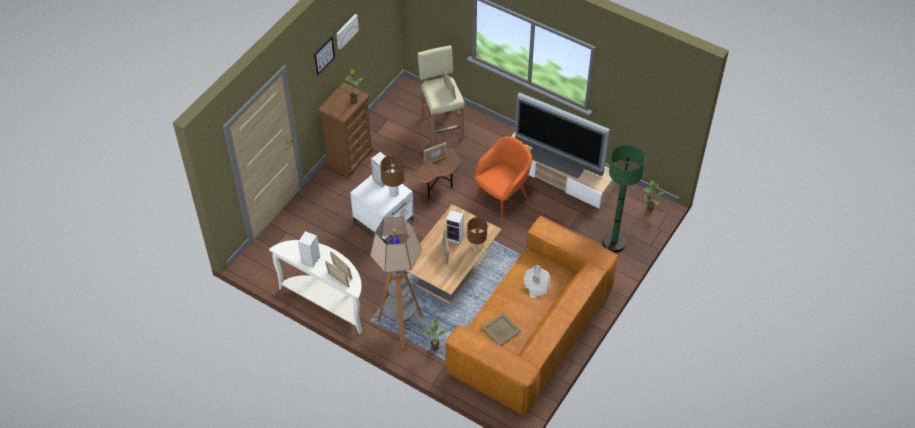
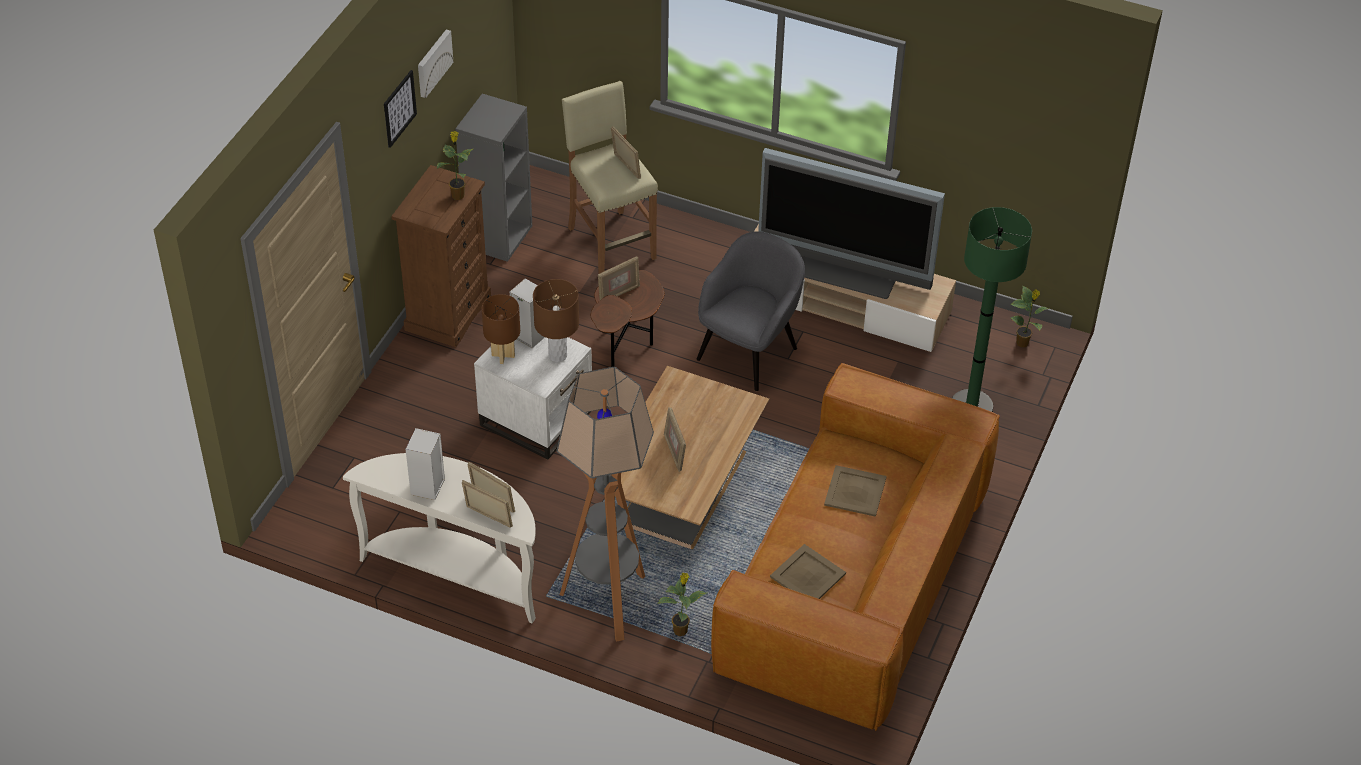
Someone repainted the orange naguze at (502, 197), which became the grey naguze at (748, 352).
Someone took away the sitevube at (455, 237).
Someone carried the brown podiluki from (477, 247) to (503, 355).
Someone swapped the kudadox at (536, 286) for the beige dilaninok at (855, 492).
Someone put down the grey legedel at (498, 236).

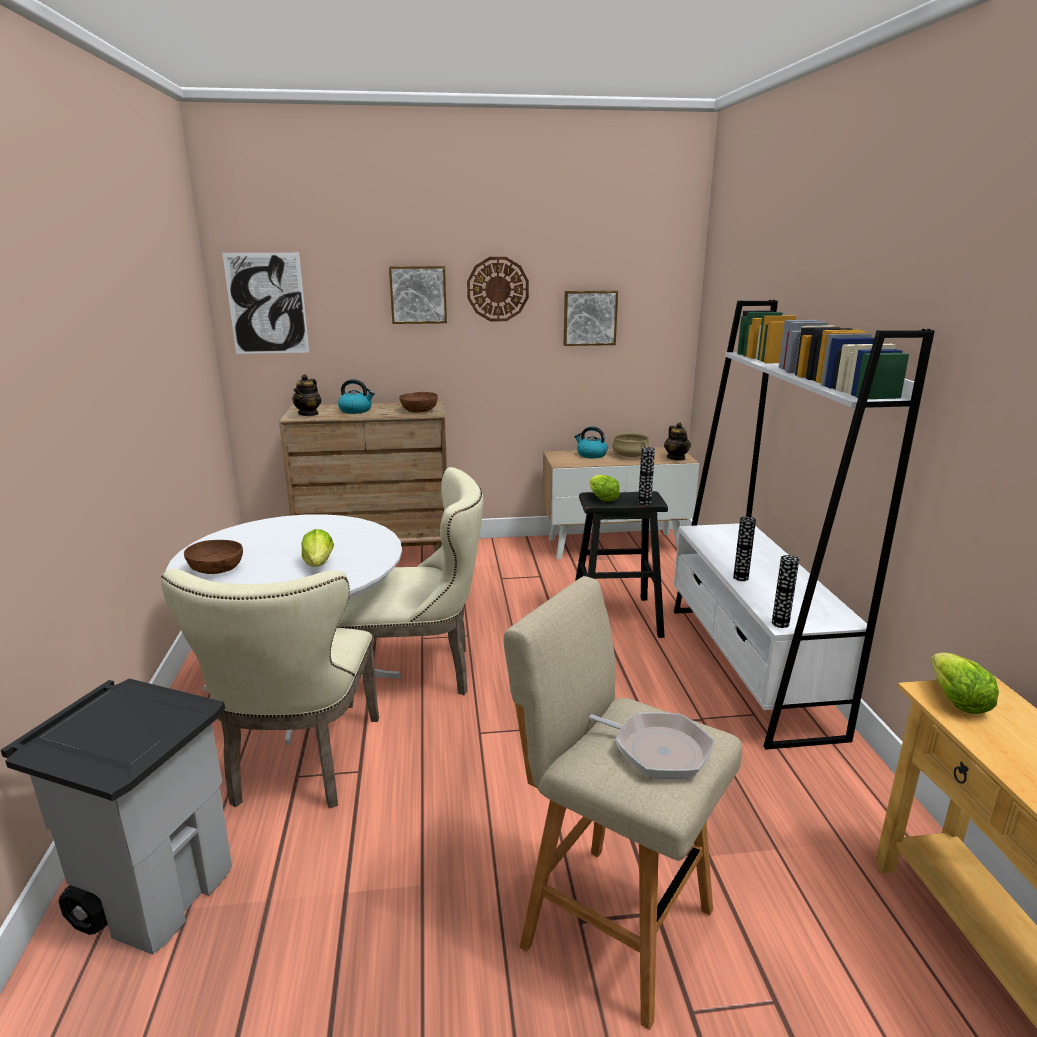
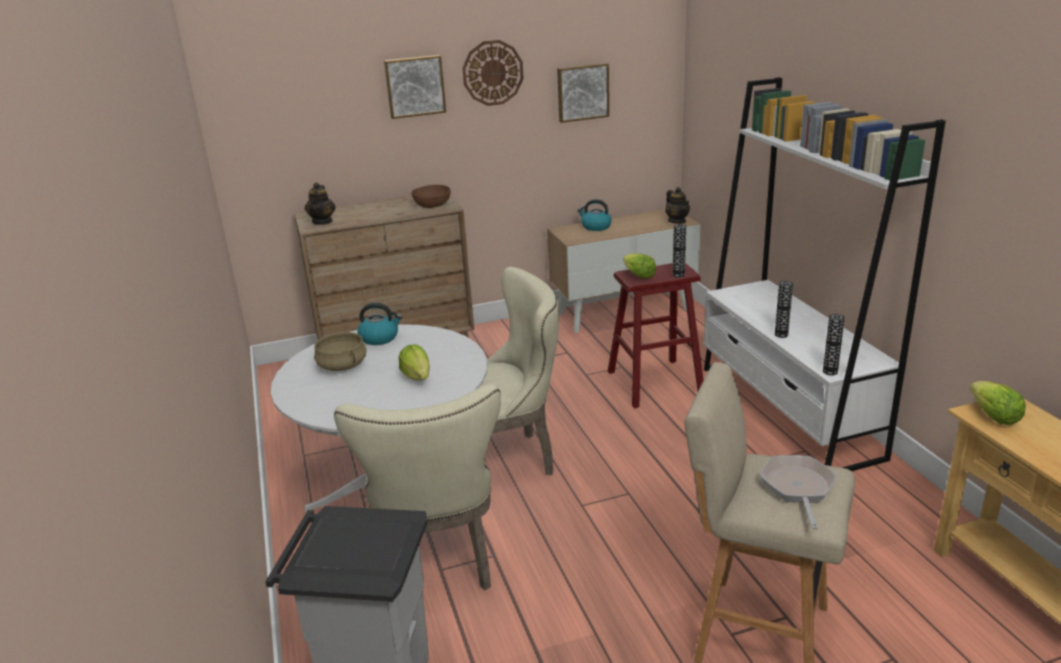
Someone took away the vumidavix at (267, 304).
Someone carried the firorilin from (356, 410) to (380, 338).
Someone carried the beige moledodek from (630, 455) to (343, 365).
Someone repainted the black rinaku at (616, 617), which became the red rinaku at (655, 383).
Someone took away the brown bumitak at (216, 569).
Someone rotated the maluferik at (655, 749) by 105 degrees counterclockwise.

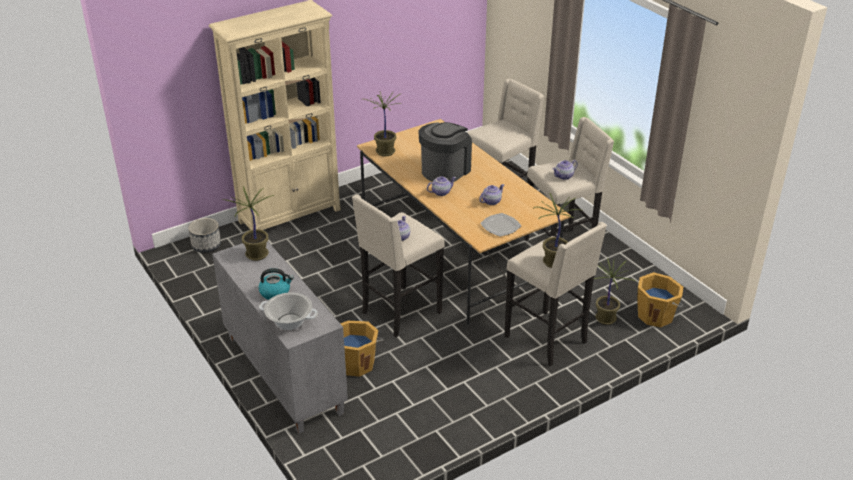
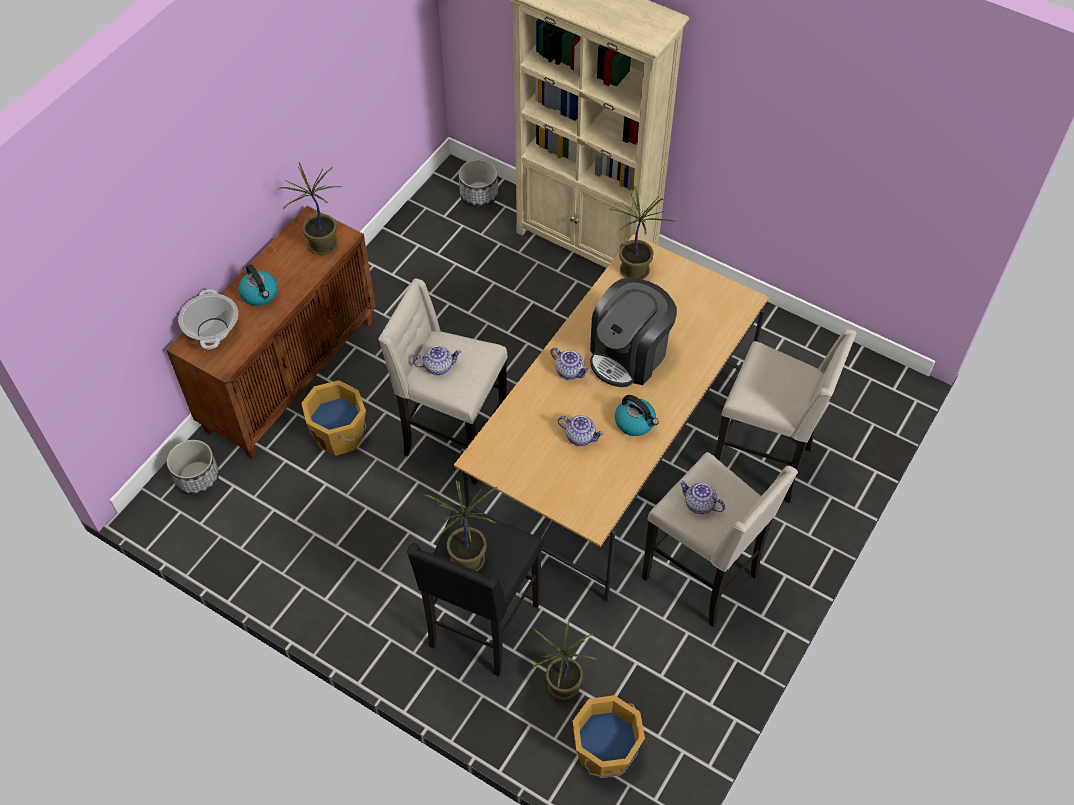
Someone rotated the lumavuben at (445, 170) by 120 degrees clockwise.
Someone took away the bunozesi at (500, 226).
Someone repainted the beige rinaku at (548, 340), which became the black rinaku at (482, 627).
Someone repainted the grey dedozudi at (283, 374), which became the brown dedozudi at (290, 374).
Someone put down the firorilin at (635, 422).
Someone put down the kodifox at (197, 477).

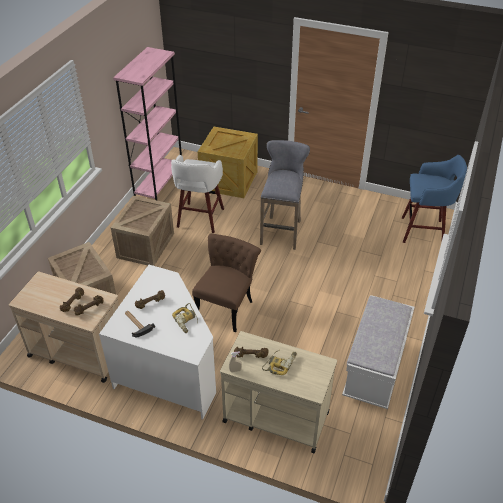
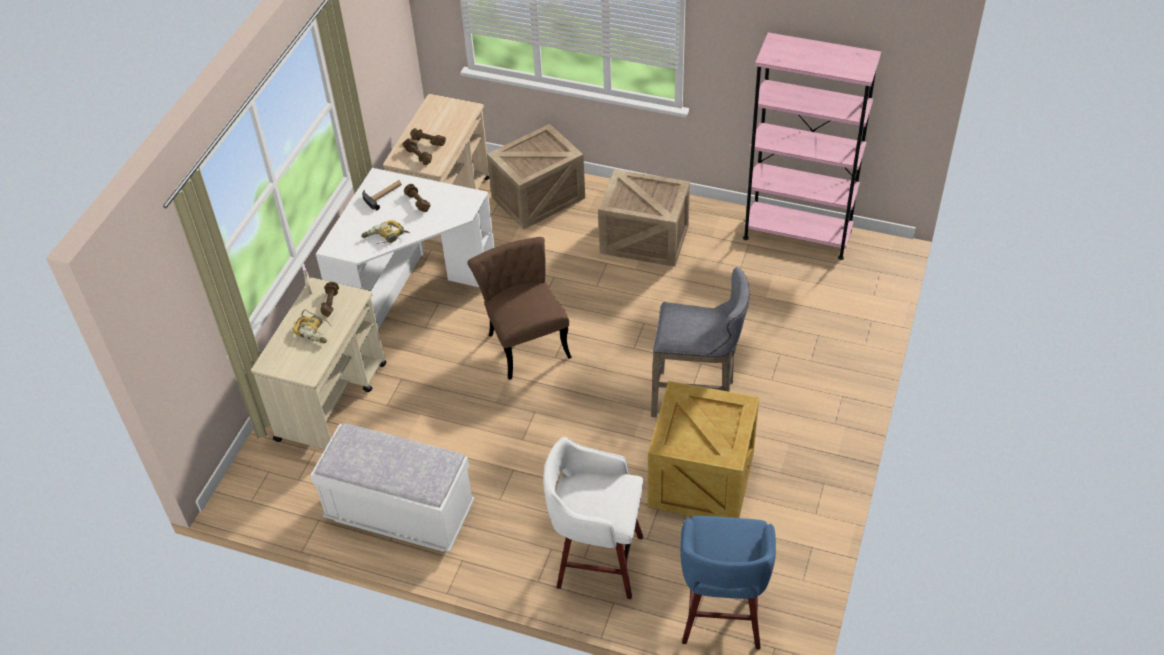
Someone carried the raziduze from (230, 180) to (702, 481).
Someone carried the white rinaku from (200, 219) to (596, 561).
Someone rotated the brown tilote at (227, 305) by 135 degrees counterclockwise.

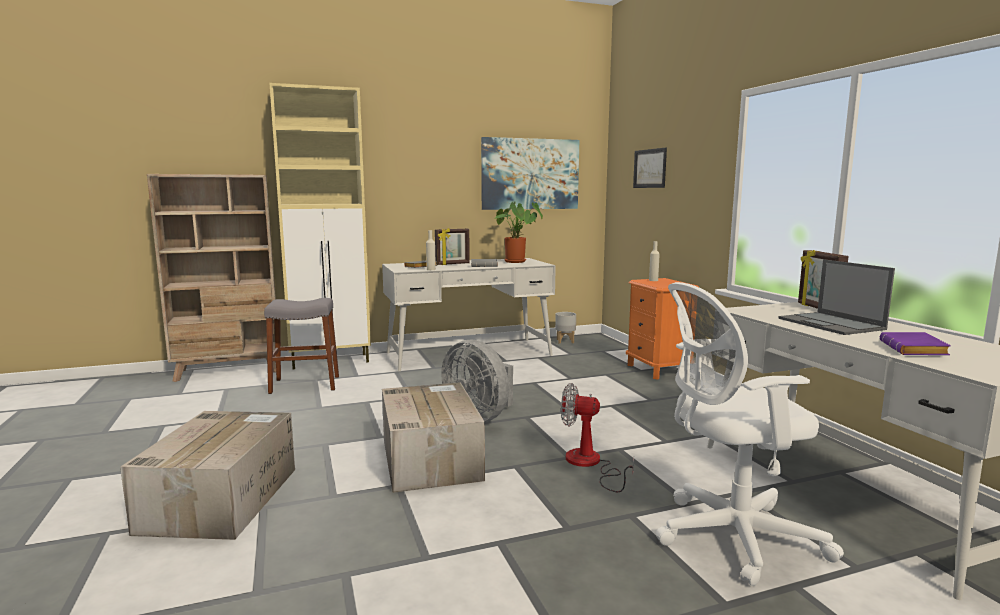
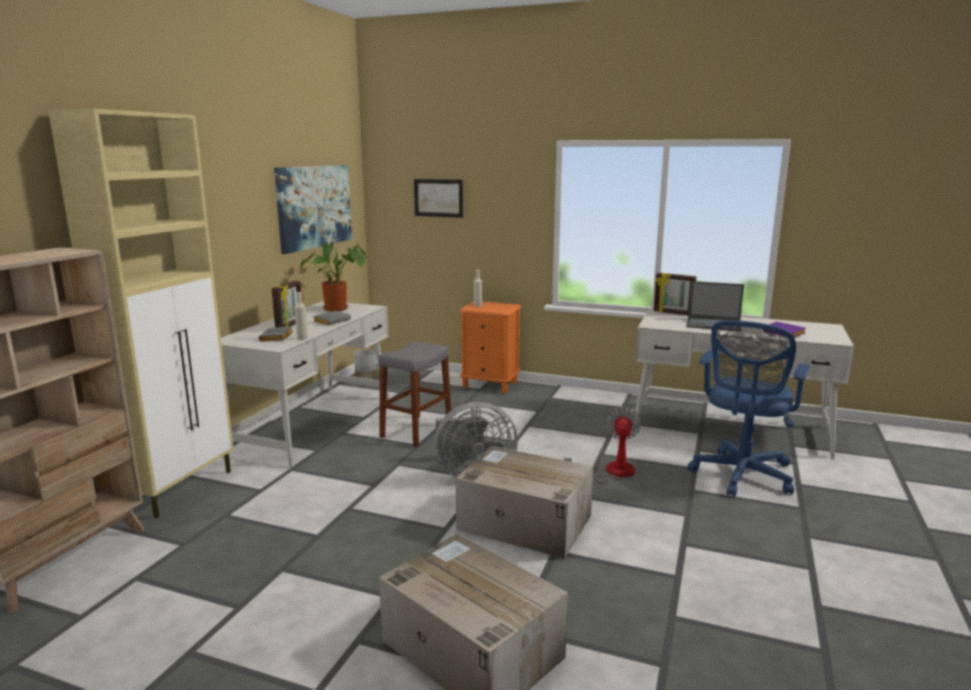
Someone repainted the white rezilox at (730, 537), which became the blue rezilox at (741, 476).
Someone carried the grey rinaku from (305, 384) to (416, 431).
Someone rotated the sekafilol at (589, 464) by 135 degrees clockwise.

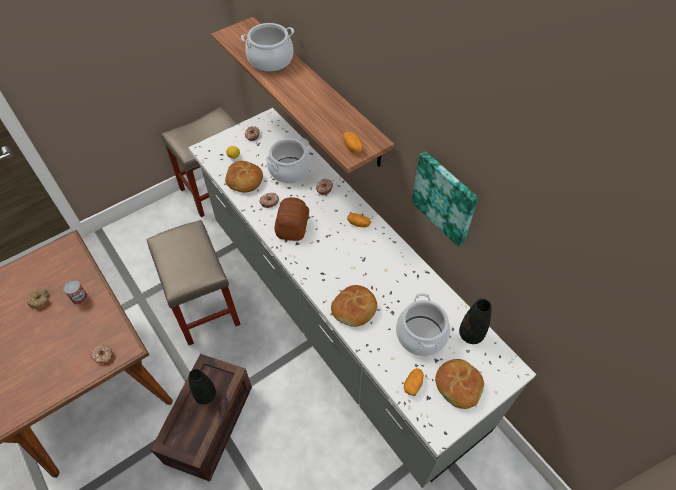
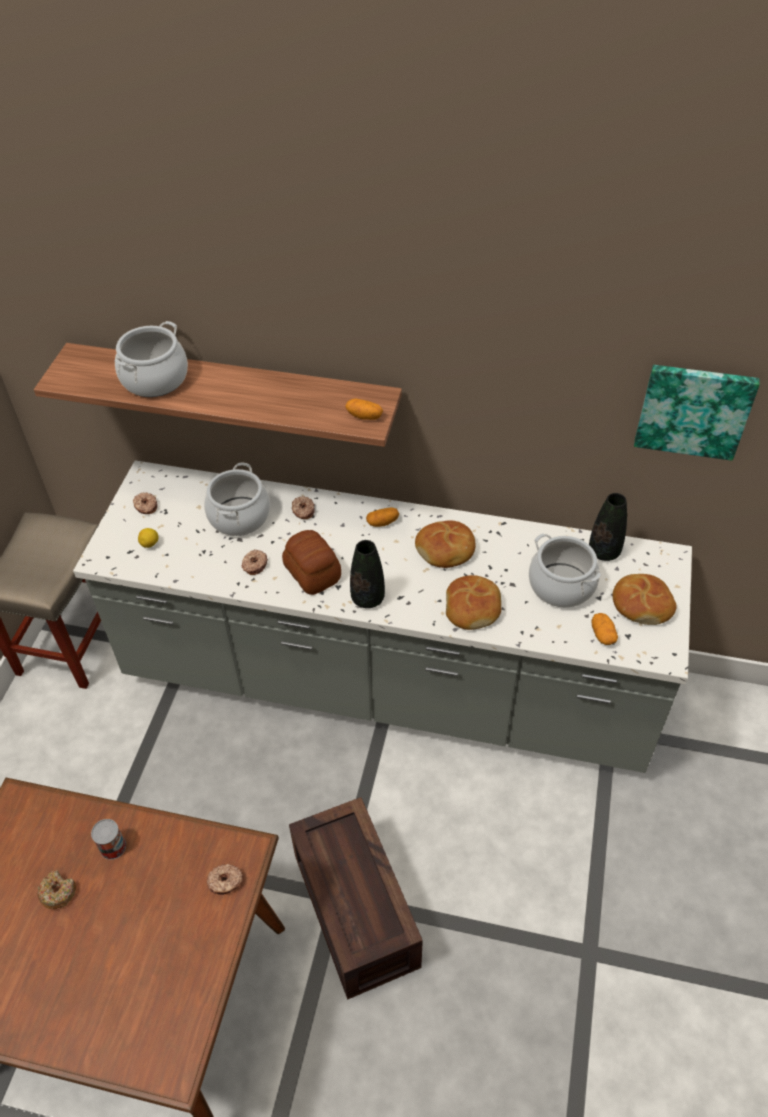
Someone carried the vumidavix from (445, 198) to (694, 410).
Someone carried the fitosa from (244, 181) to (446, 550).
Someone took away the beige rinaku at (204, 307).
Someone carried the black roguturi from (205, 395) to (367, 598).

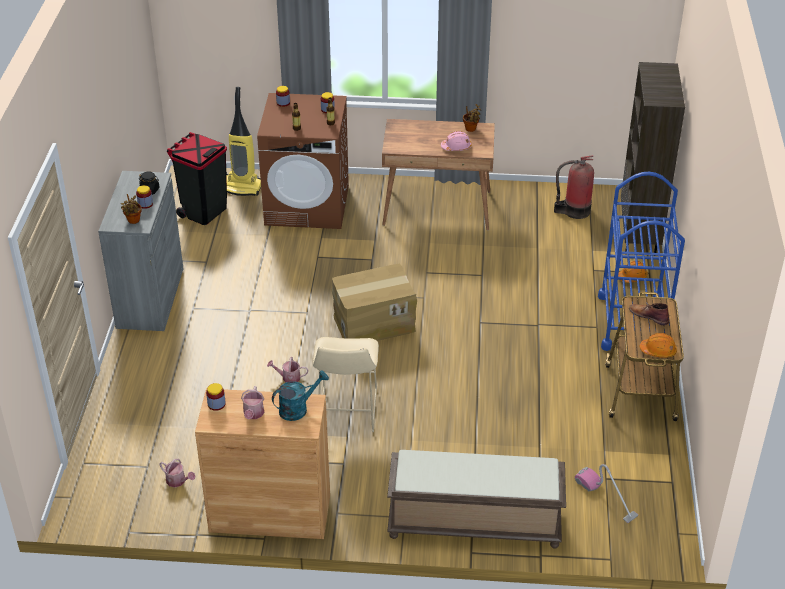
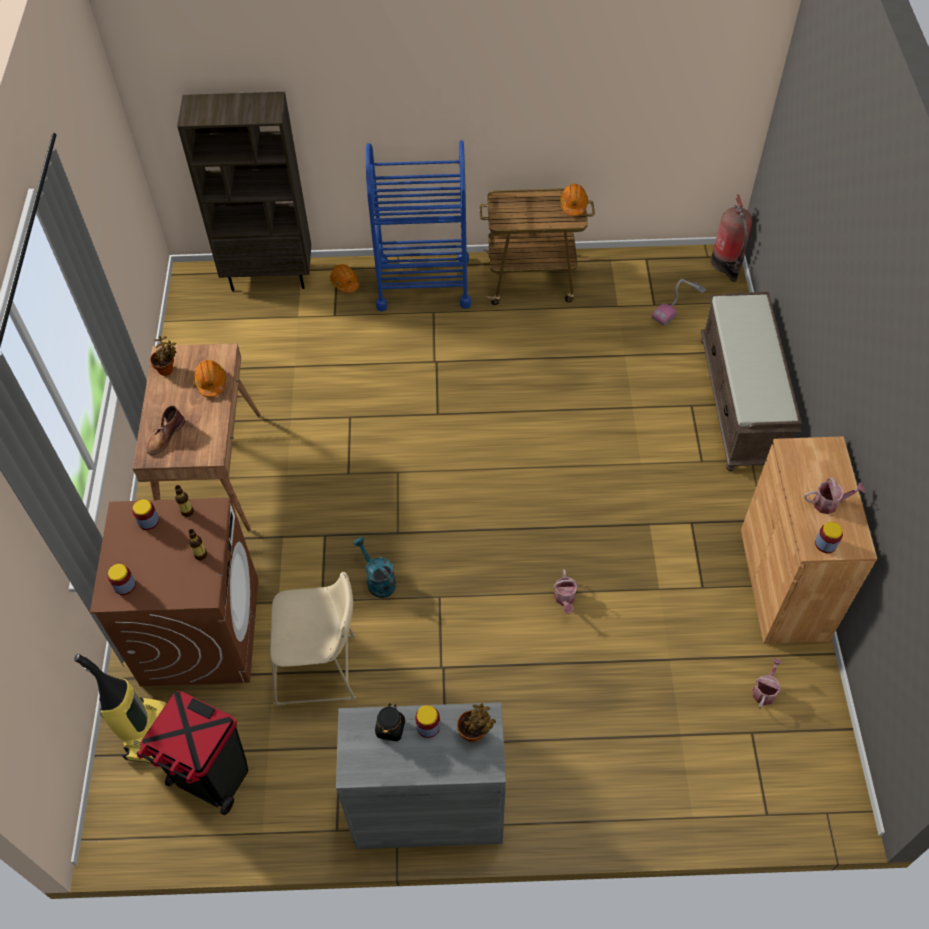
Someone repainted the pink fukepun at (456, 147), which became the orange fukepun at (211, 382).
Someone carried the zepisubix from (574, 211) to (727, 264).
Someone took away the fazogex at (374, 323).
Someone carried the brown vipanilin from (648, 315) to (165, 436).
Someone carried the beige rinaku from (347, 412) to (321, 670).
Someone carried the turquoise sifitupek from (298, 408) to (378, 580).

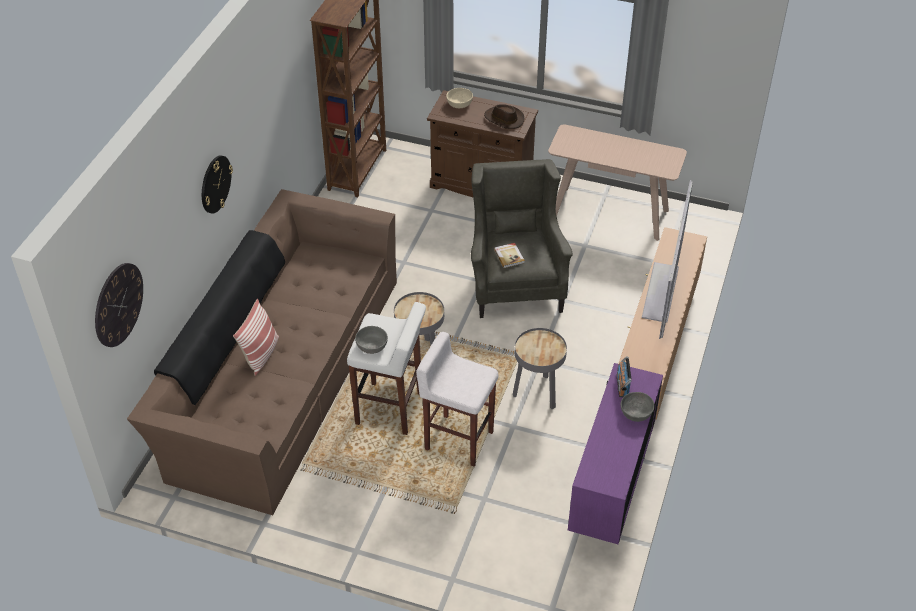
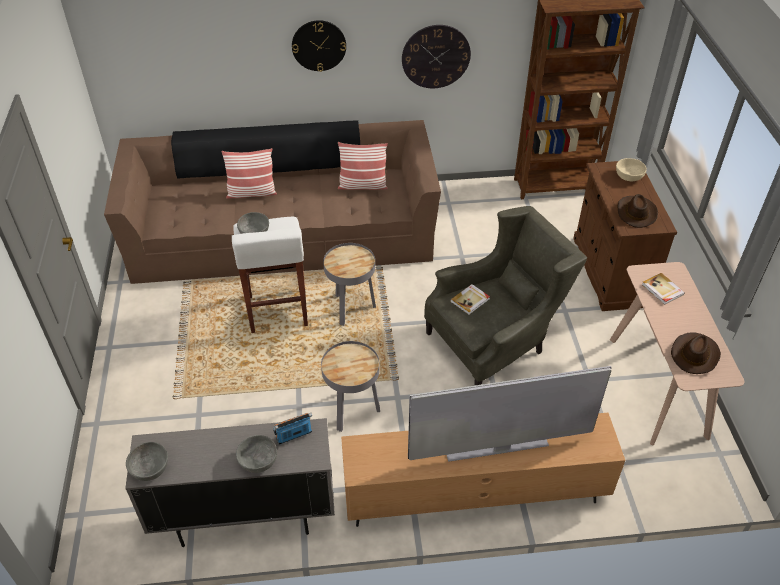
Someone carried the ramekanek from (118, 304) to (436, 56).
Someone took away the white rinaku at (458, 439).
Someone repainted the purple dedozudi at (610, 493), which became the grey dedozudi at (245, 518).
Someone put down the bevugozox at (362, 185).
Someone put down the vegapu at (662, 290).
Someone put down the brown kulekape at (694, 354).
Someone put down the grey bumitak at (150, 468).

